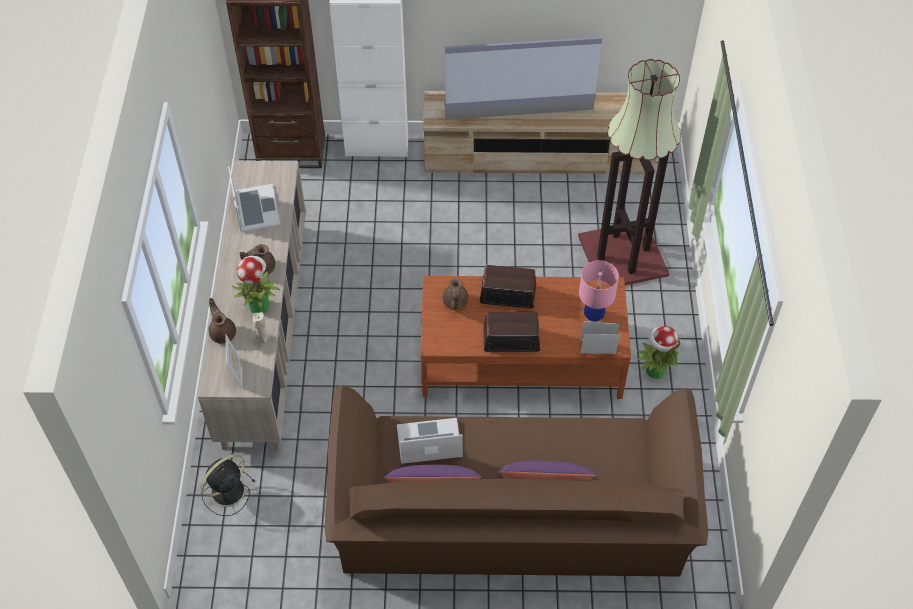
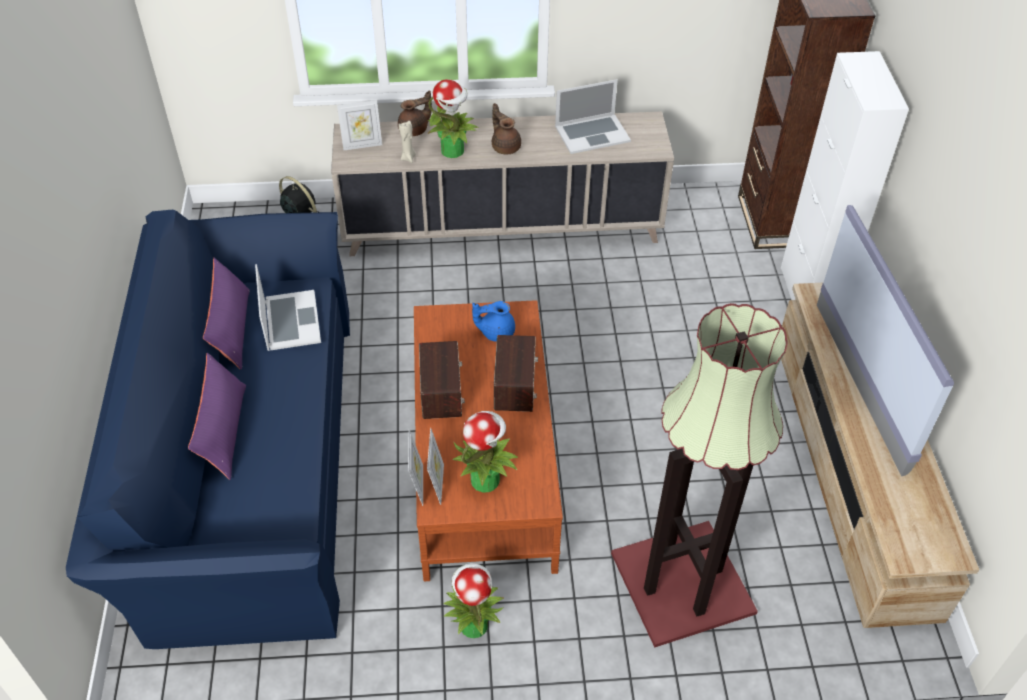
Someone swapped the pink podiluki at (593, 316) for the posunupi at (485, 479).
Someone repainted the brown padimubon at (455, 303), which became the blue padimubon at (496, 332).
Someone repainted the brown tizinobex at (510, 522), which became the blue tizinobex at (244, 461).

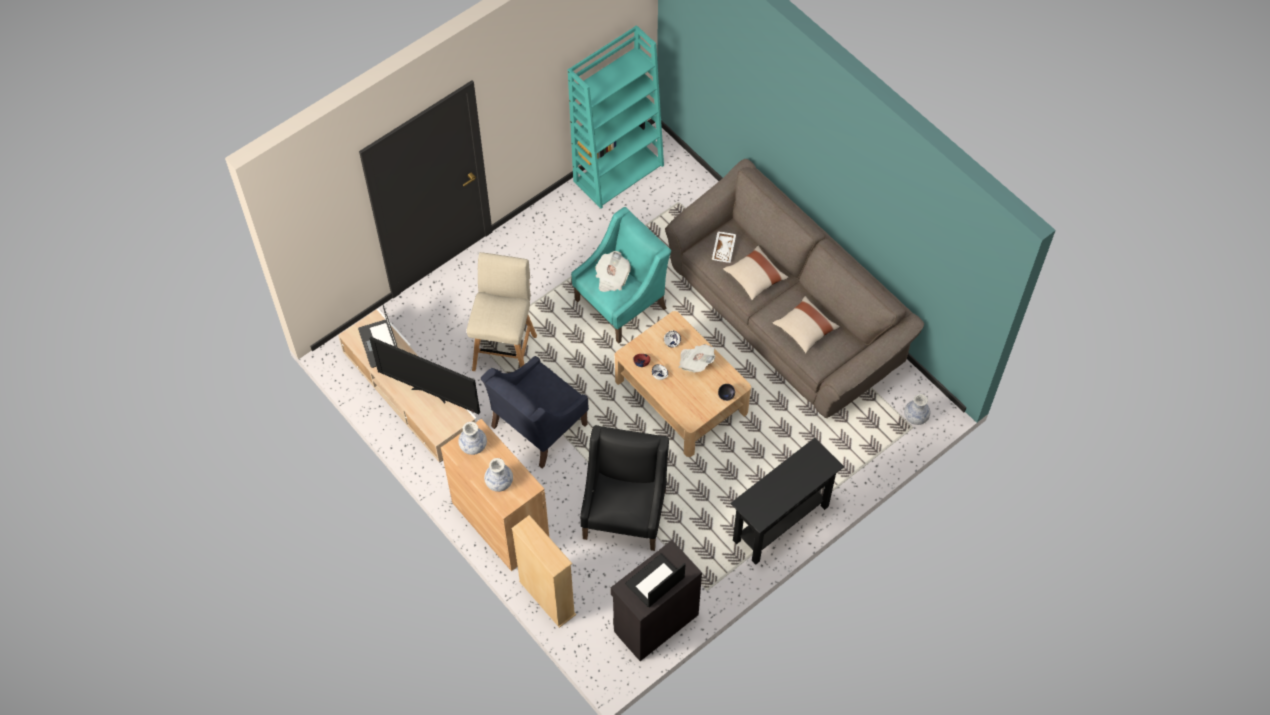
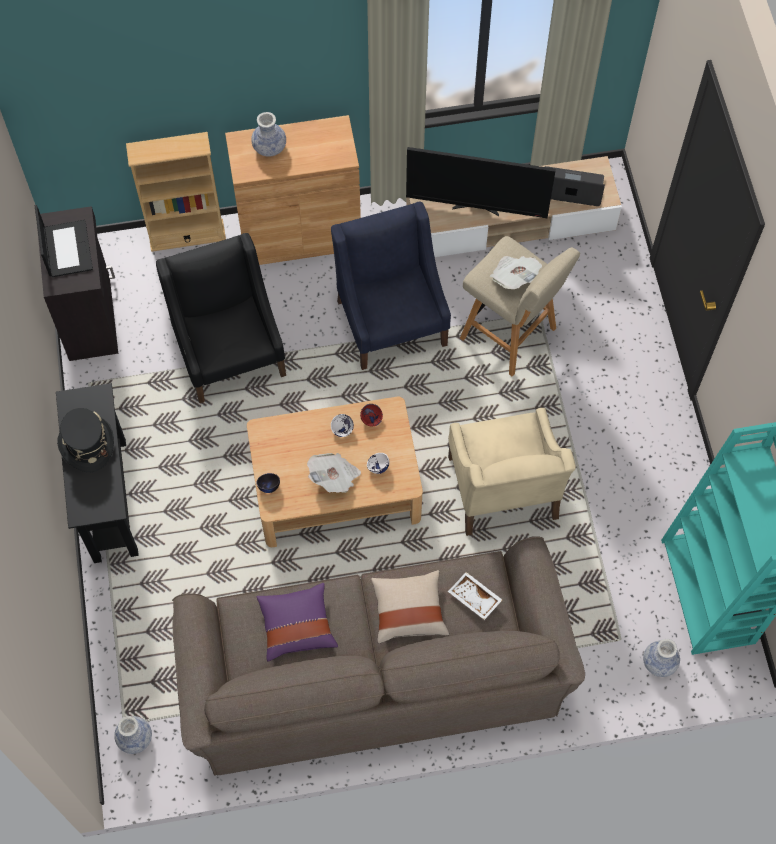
Someone repainted the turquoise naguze at (621, 304), which became the beige naguze at (502, 489).
Someone carried the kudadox from (611, 278) to (514, 277).
Someone repainted the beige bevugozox at (805, 330), which became the purple bevugozox at (297, 626).
Someone rotated the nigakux at (430, 393) by 135 degrees counterclockwise.
Someone carried the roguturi from (473, 446) to (659, 662).
Someone rotated the black naguze at (625, 513) by 150 degrees counterclockwise.
Someone put down the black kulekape at (87, 444).

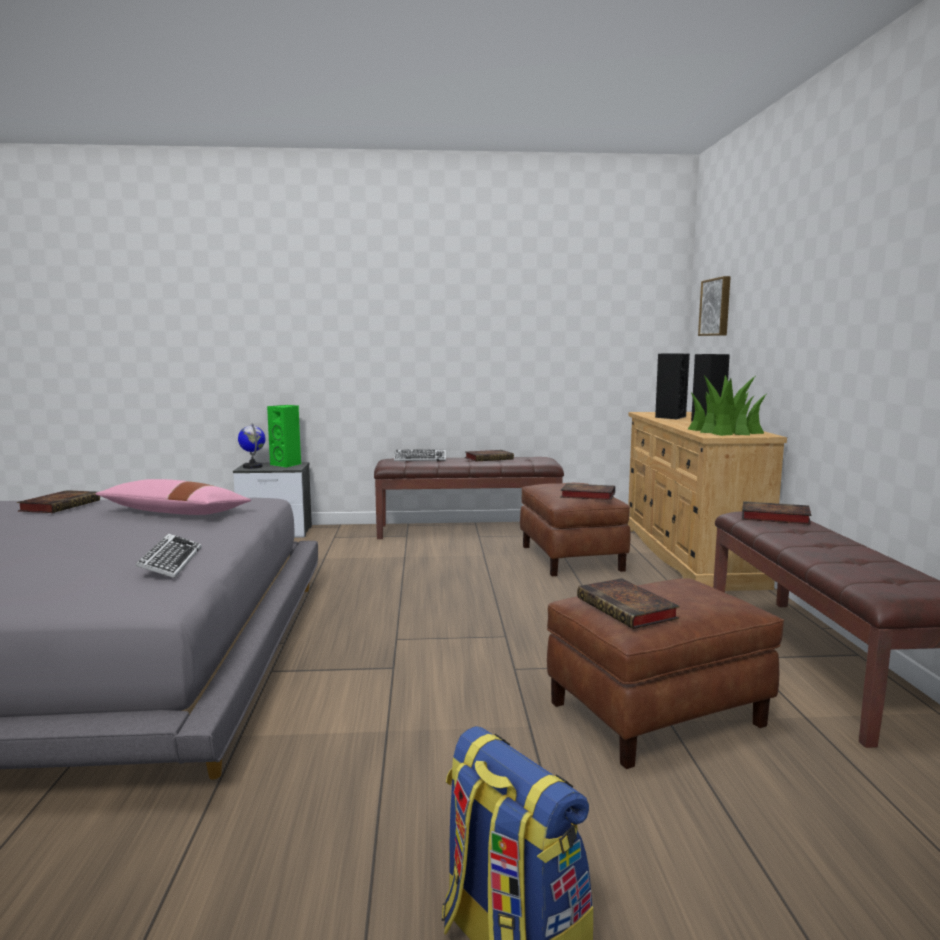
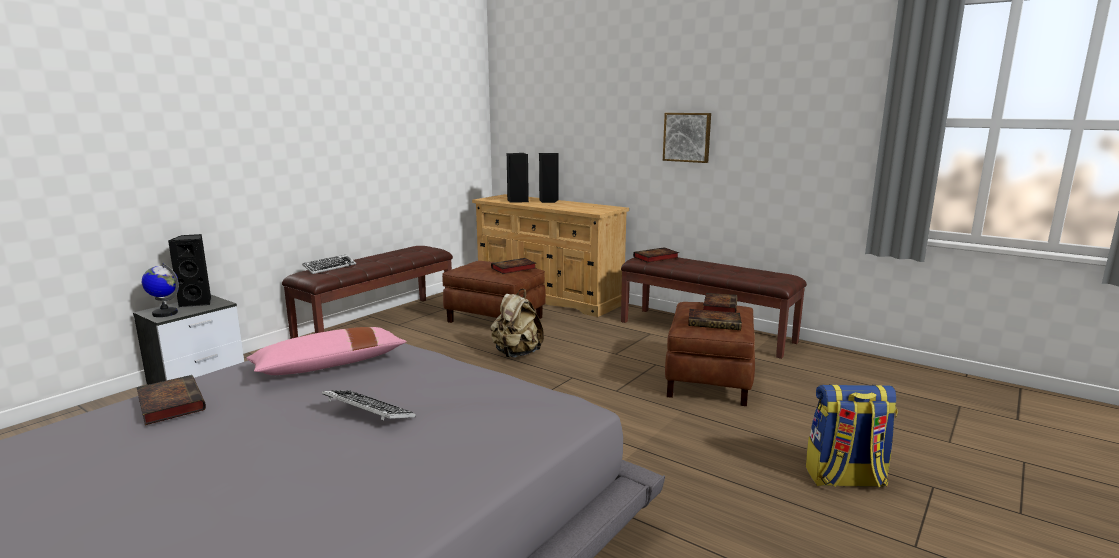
Someone carried the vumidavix from (716, 307) to (687, 137).
Someone took away the posunupi at (725, 431).
Someone repainted the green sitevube at (287, 464), which became the black sitevube at (198, 302).
Someone carried the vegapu from (489, 458) to (719, 306).
Someone carried the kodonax from (170, 562) to (367, 411).
Someone put down the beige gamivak at (516, 354).

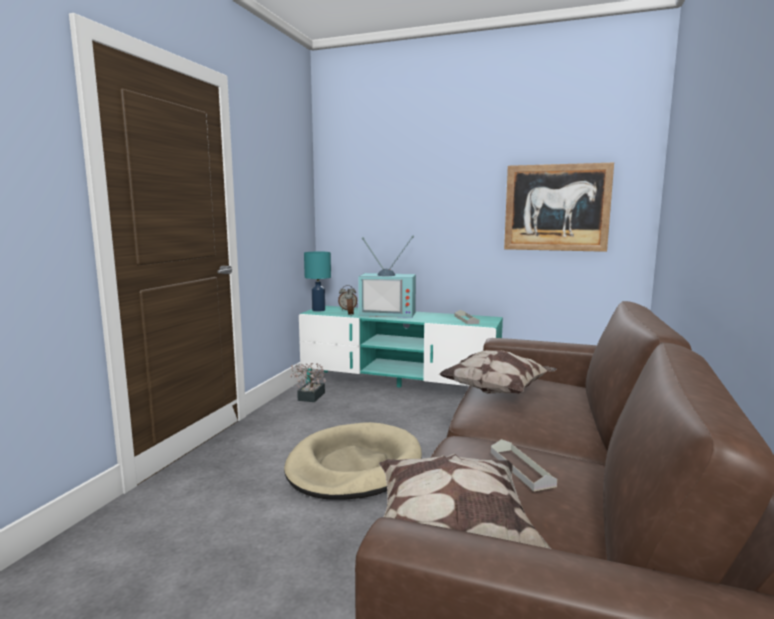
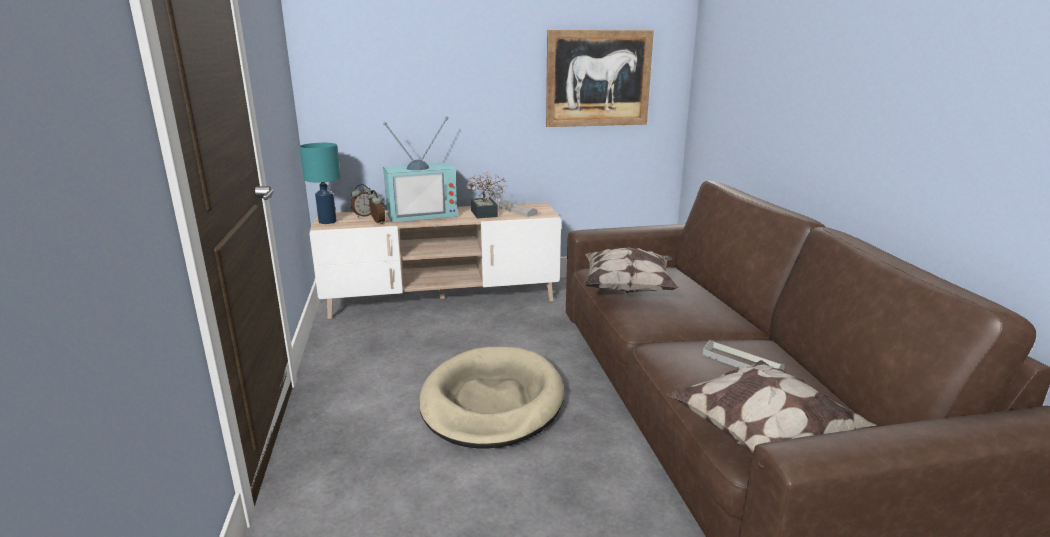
Someone repainted the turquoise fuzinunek at (398, 387), which became the beige fuzinunek at (442, 298).
Someone carried the posunupi from (309, 398) to (484, 214).

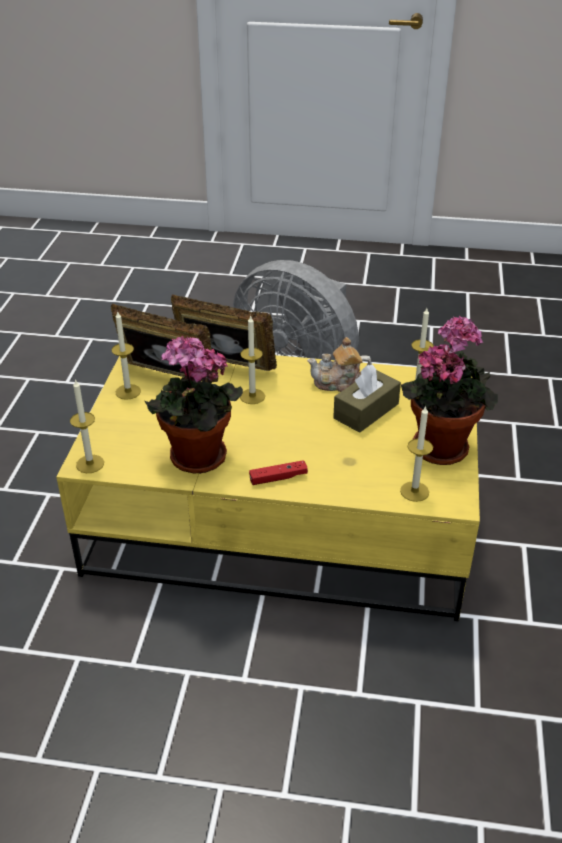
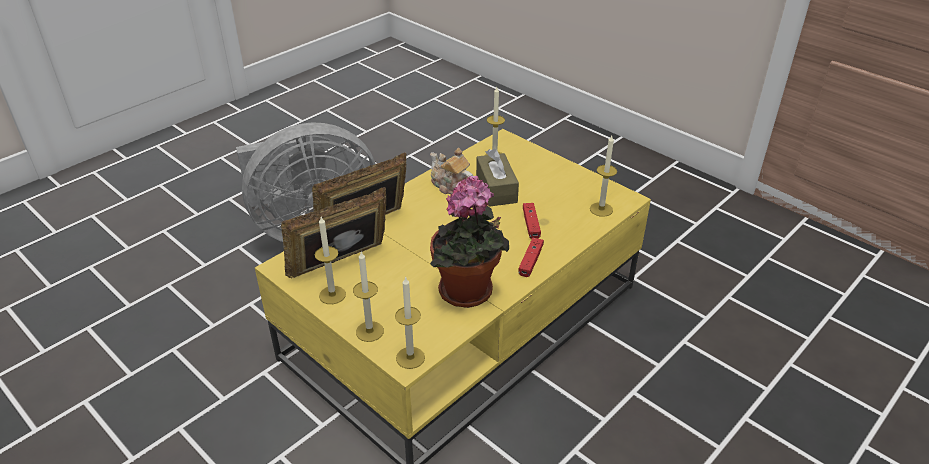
Someone carried the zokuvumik from (252, 396) to (369, 331).
Someone took away the posunupi at (441, 445).
Someone rotated the padimubon at (338, 383) by 105 degrees clockwise.
Someone put down the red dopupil at (531, 224).

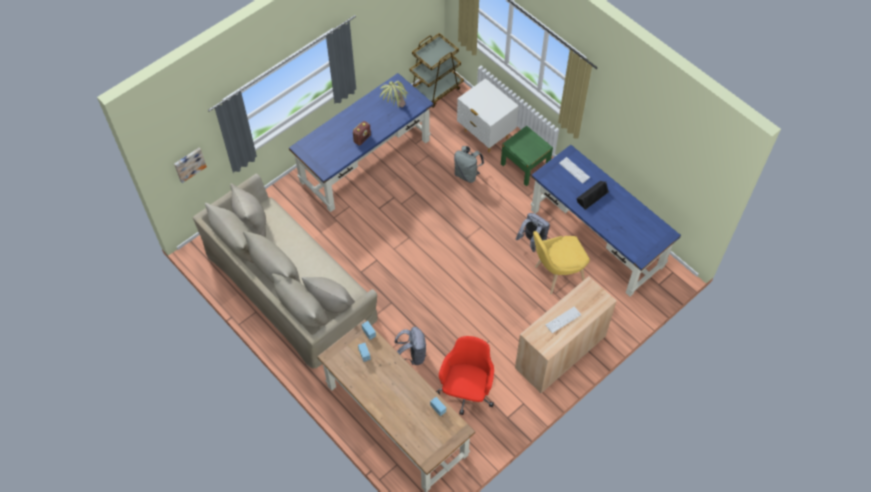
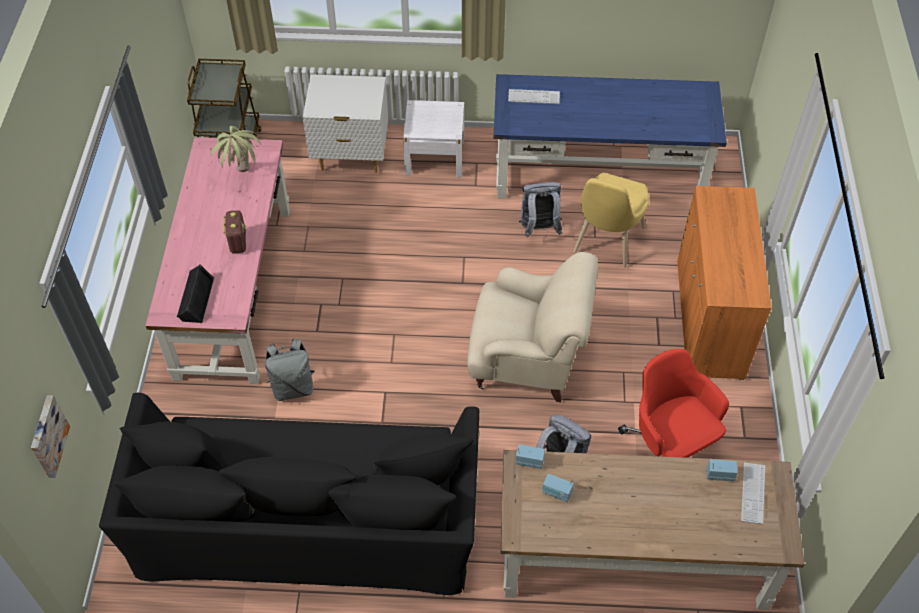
Someone repainted the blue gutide at (365, 160), which became the pink gutide at (234, 289).
Someone repainted the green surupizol at (525, 166), which became the white surupizol at (435, 157).
Someone carried the grey gamivak from (467, 174) to (293, 387).
Someone repainted the beige tizinobex at (290, 284), which became the black tizinobex at (307, 516).
Someone carried the black sitevube from (591, 196) to (195, 299).
Someone repainted the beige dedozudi at (560, 352), which became the orange dedozudi at (709, 319).
Someone carried the kodonax from (563, 320) to (753, 493).
Someone put down the beige naguze at (527, 360).

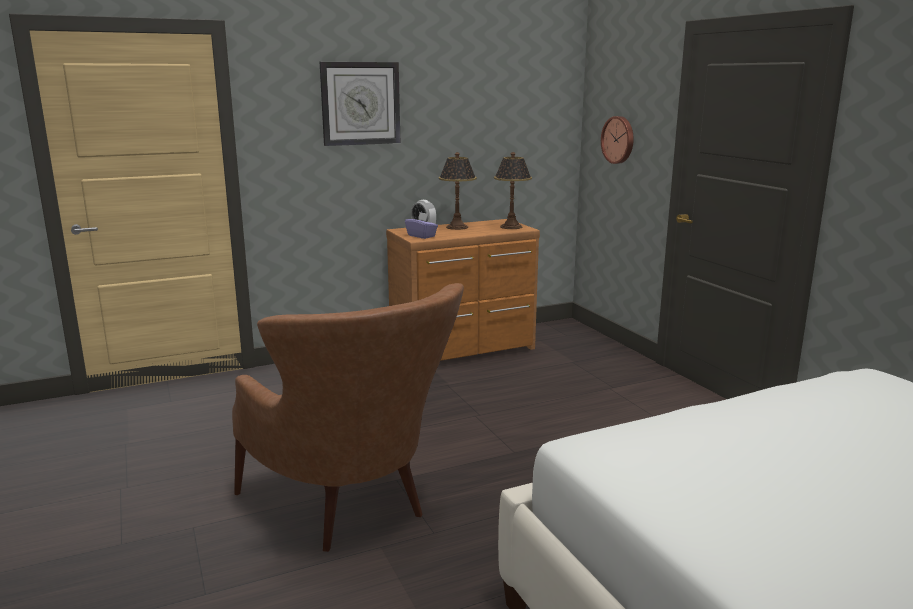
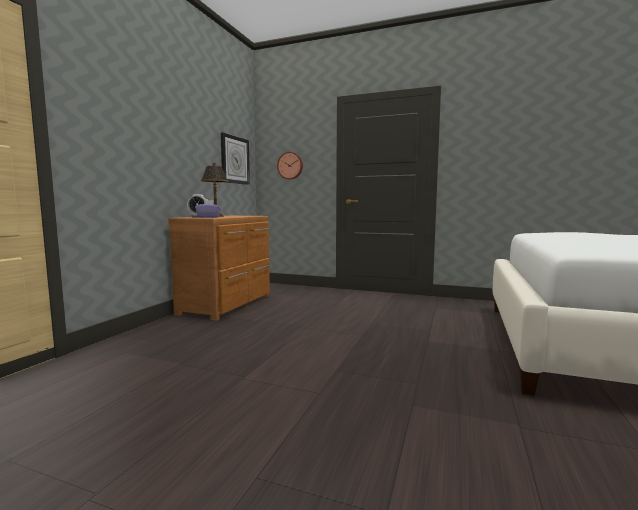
Someone carried the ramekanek from (360, 103) to (235, 160).
Someone took away the podiluki at (511, 227).
Someone took away the brown naguze at (354, 510).

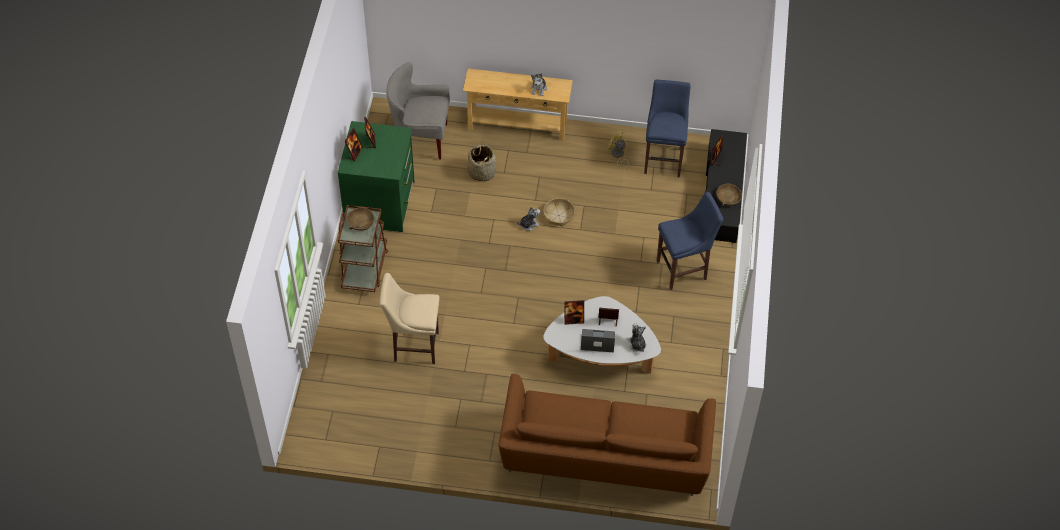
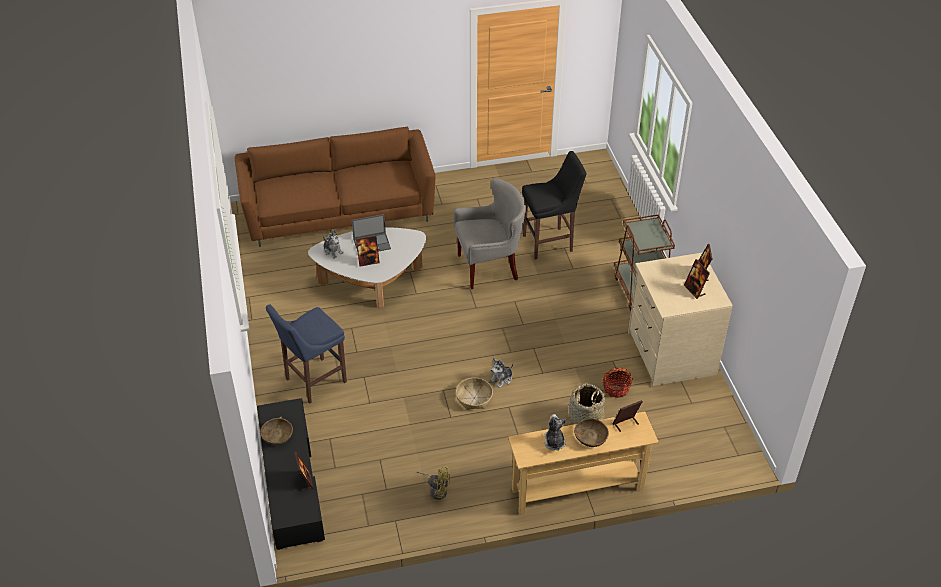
Someone carried the grey naguze from (420, 139) to (489, 268).
Someone took away the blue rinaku at (663, 159).
Someone repainted the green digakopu at (381, 203), which became the beige digakopu at (670, 353).
Someone carried the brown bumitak from (361, 222) to (590, 436).
Someone repainted the beige rinaku at (413, 346), which became the black rinaku at (550, 243).
Someone carried the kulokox from (573, 320) to (625, 424).
Someone put down the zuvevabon at (616, 388).

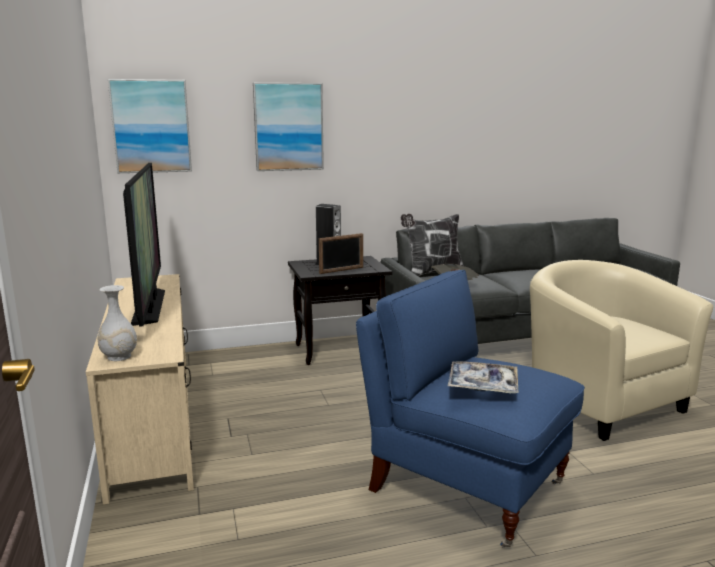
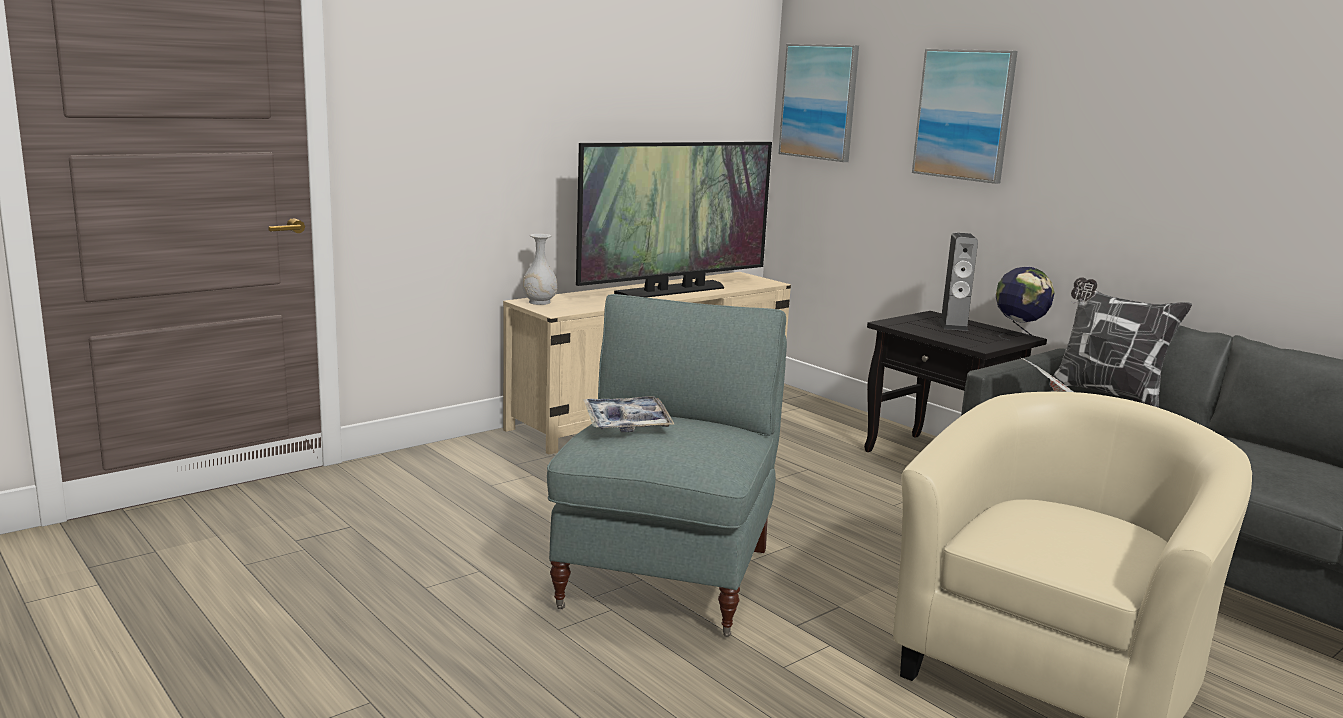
Someone took away the kulokox at (341, 270).
Someone repainted the blue naguze at (465, 486), which became the grey naguze at (667, 577).
Someone put down the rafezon at (1018, 336).

